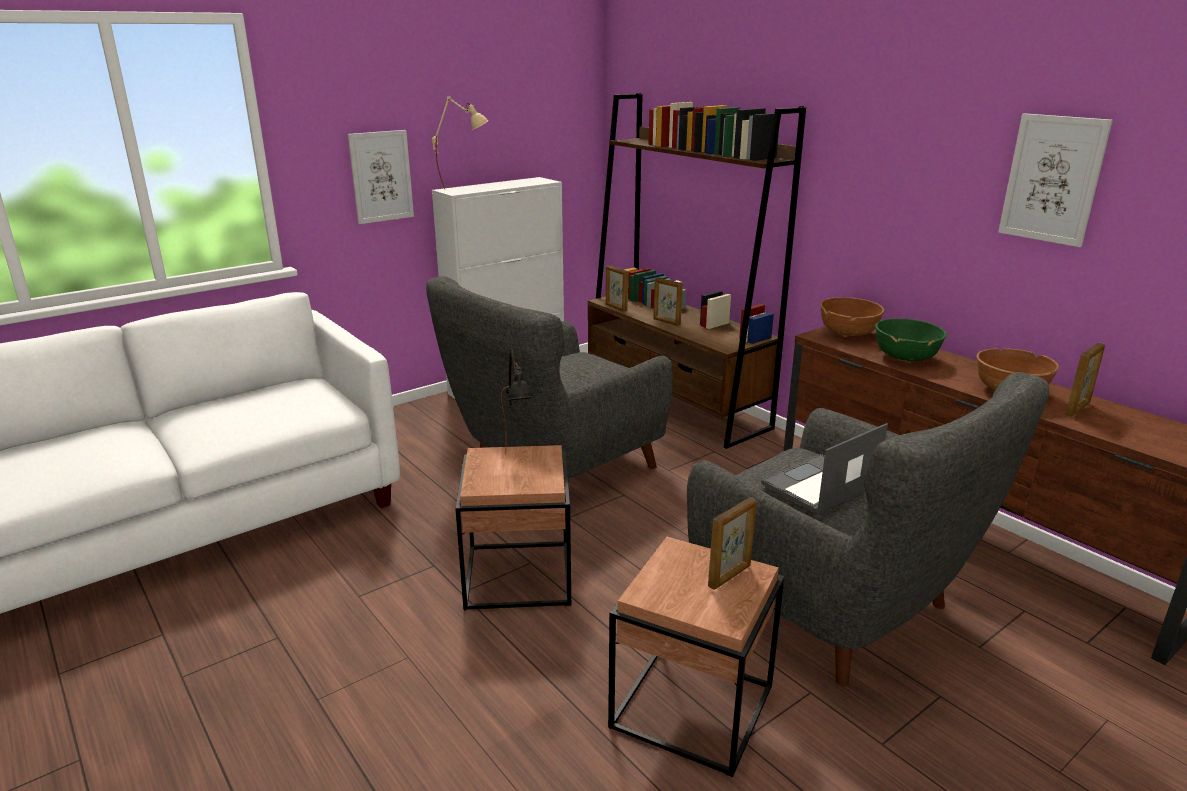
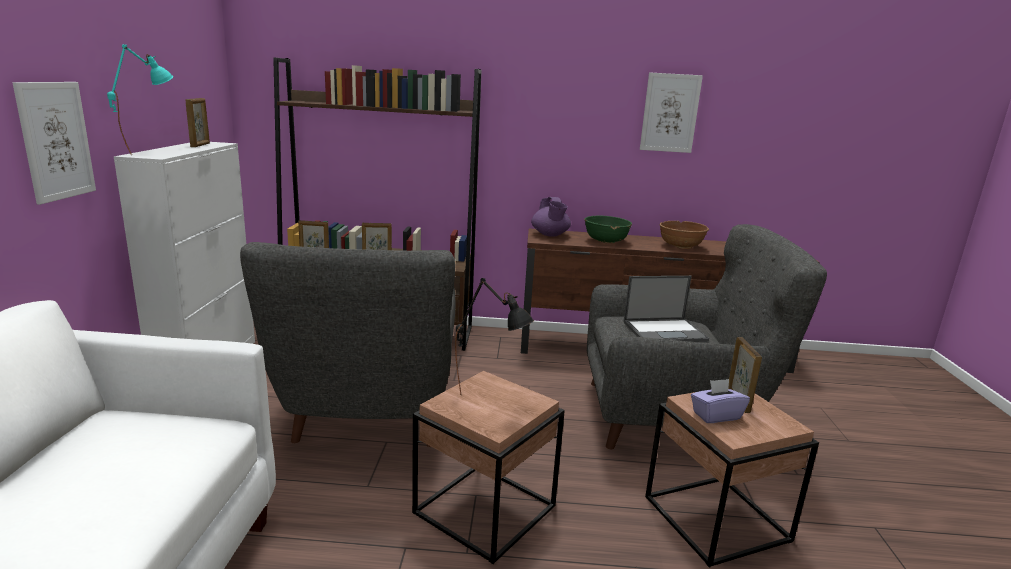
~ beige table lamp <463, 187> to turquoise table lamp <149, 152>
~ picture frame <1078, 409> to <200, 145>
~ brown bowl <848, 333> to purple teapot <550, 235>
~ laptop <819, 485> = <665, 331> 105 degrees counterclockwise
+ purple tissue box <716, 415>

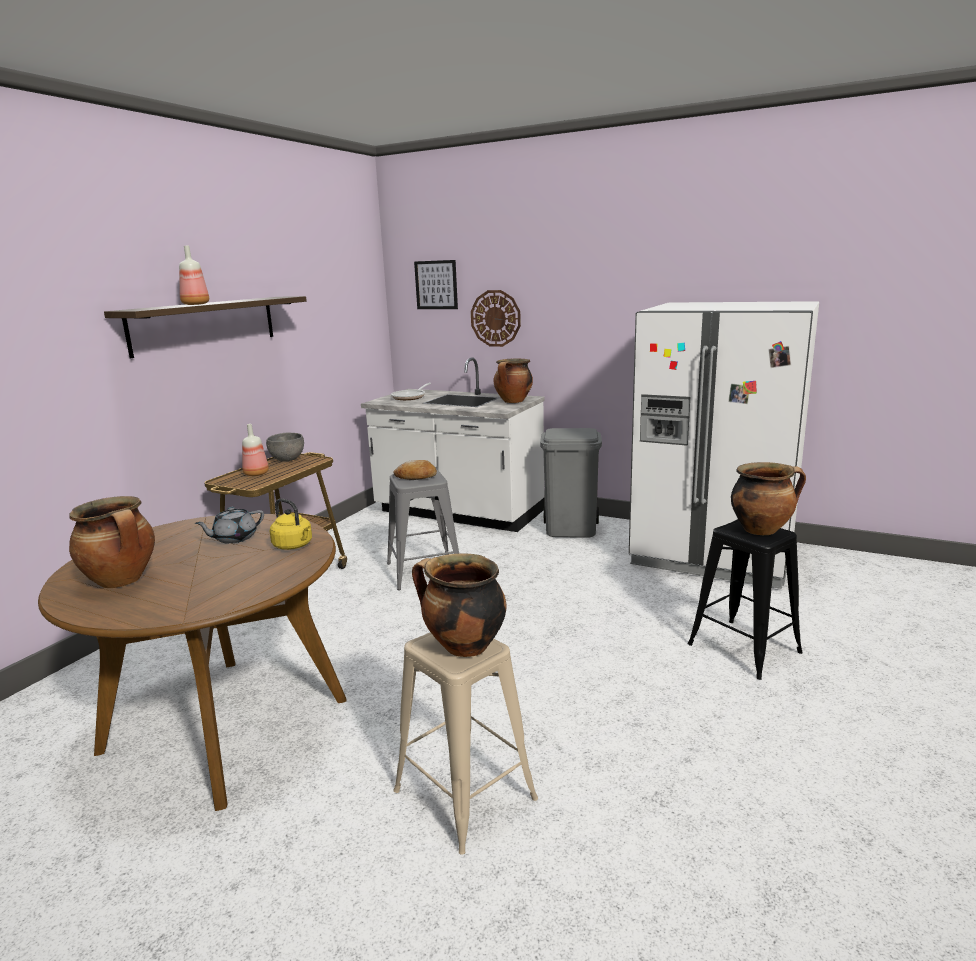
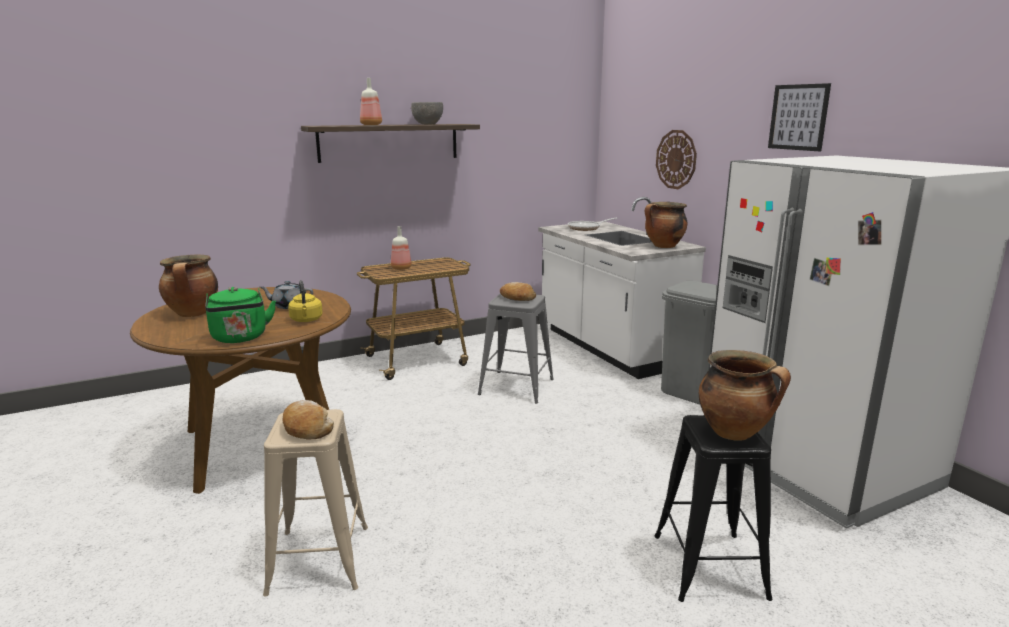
+ green kettle <240, 338>
~ cooking pot <463, 647> to bread <307, 428>
~ grey bowl <287, 460> to <427, 124>
~ picture <436, 285> to <798, 117>

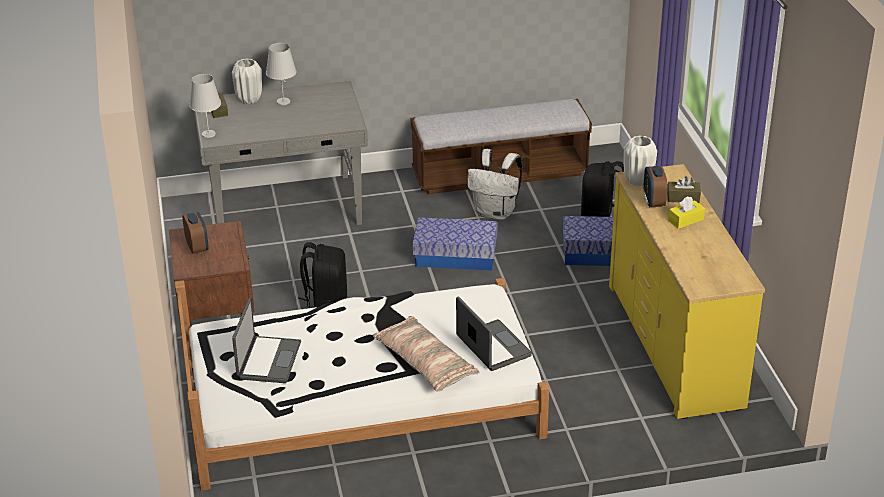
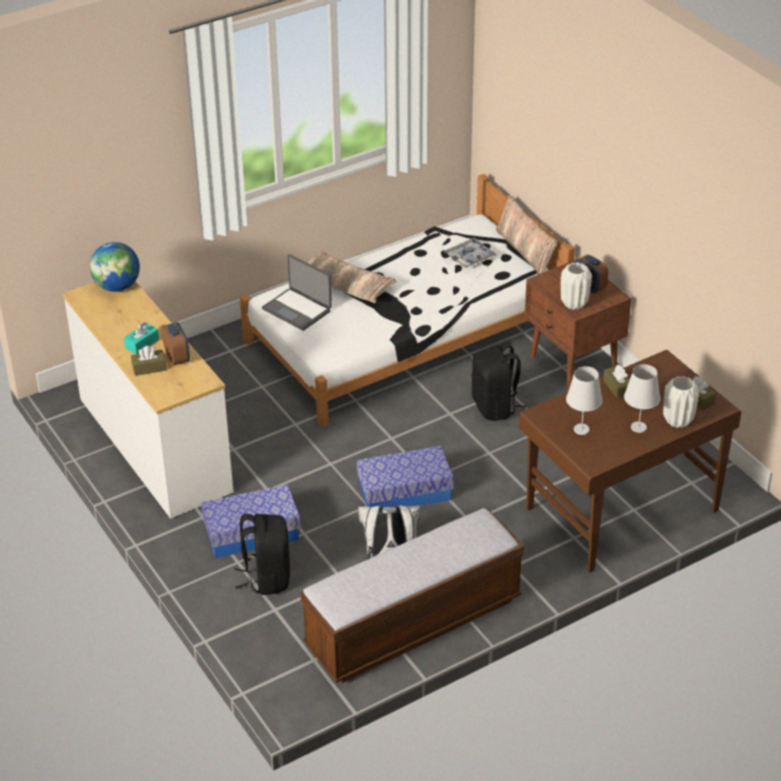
~ yellow dresser <675, 344> to white dresser <154, 445>
+ globe <117, 287>
~ yellow tissue box <685, 220> to turquoise tissue box <142, 344>
~ laptop <268, 360> to tray <469, 257>
+ pillow <525, 252>
~ grey desk <287, 209> to brown desk <620, 509>
~ white vase <638, 181> to <573, 304>
~ white table lamp <208, 134> to <581, 429>
+ brown tissue box <617, 387>

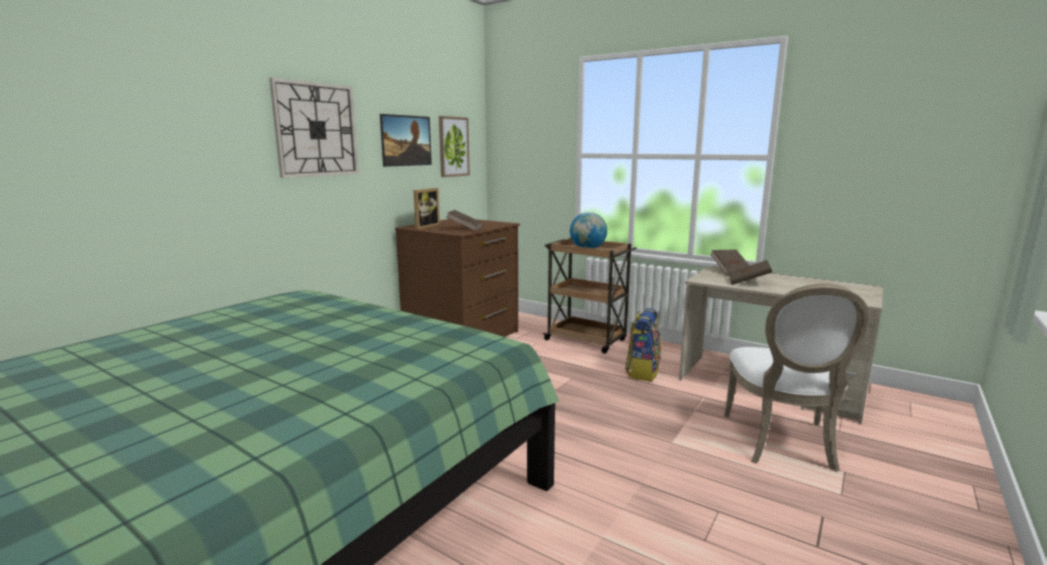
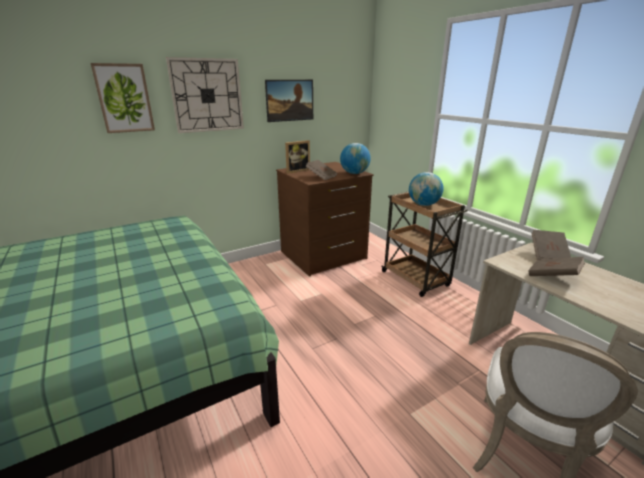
~ picture <453, 146> to <124, 98>
+ globe <354, 173>
- backpack <642, 372>

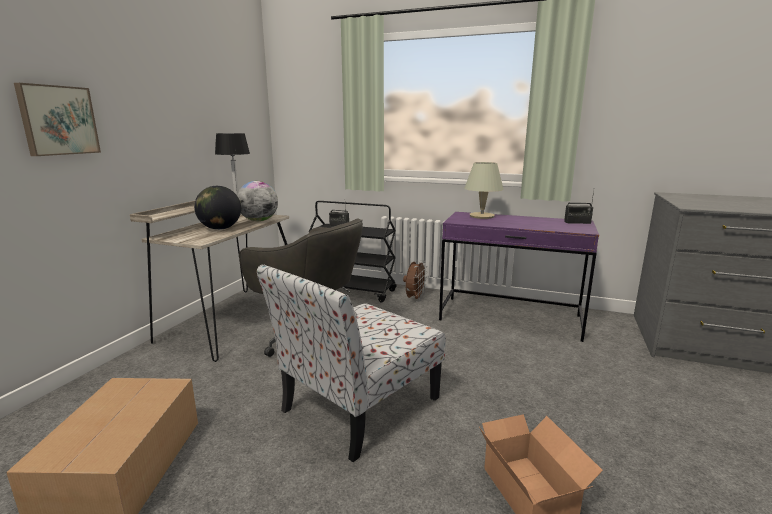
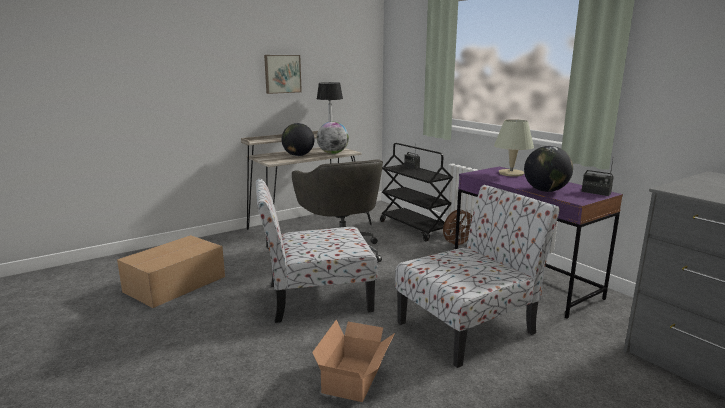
~ picture <58, 120> to <282, 74>
+ chair <468, 327>
+ globe <545, 191>

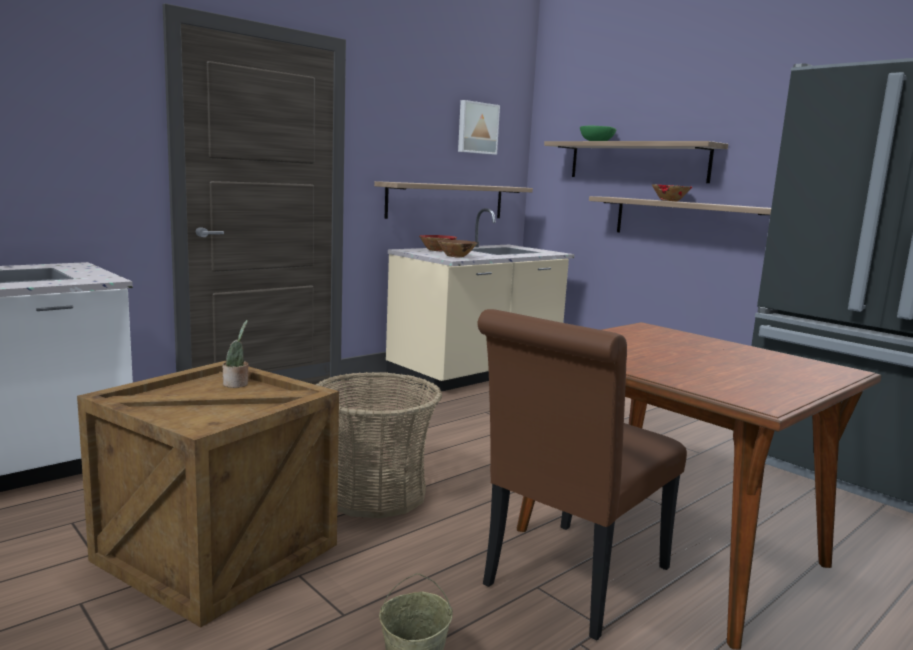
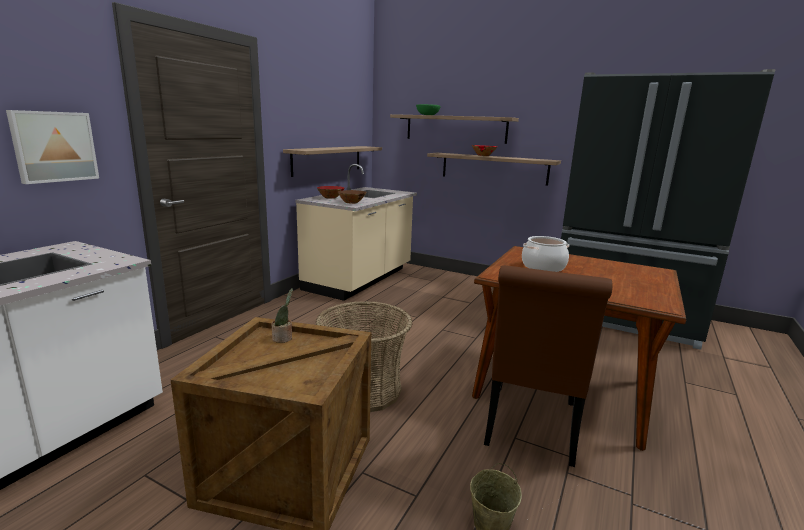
~ picture <477, 128> to <54, 146>
+ cooking pot <543, 267>

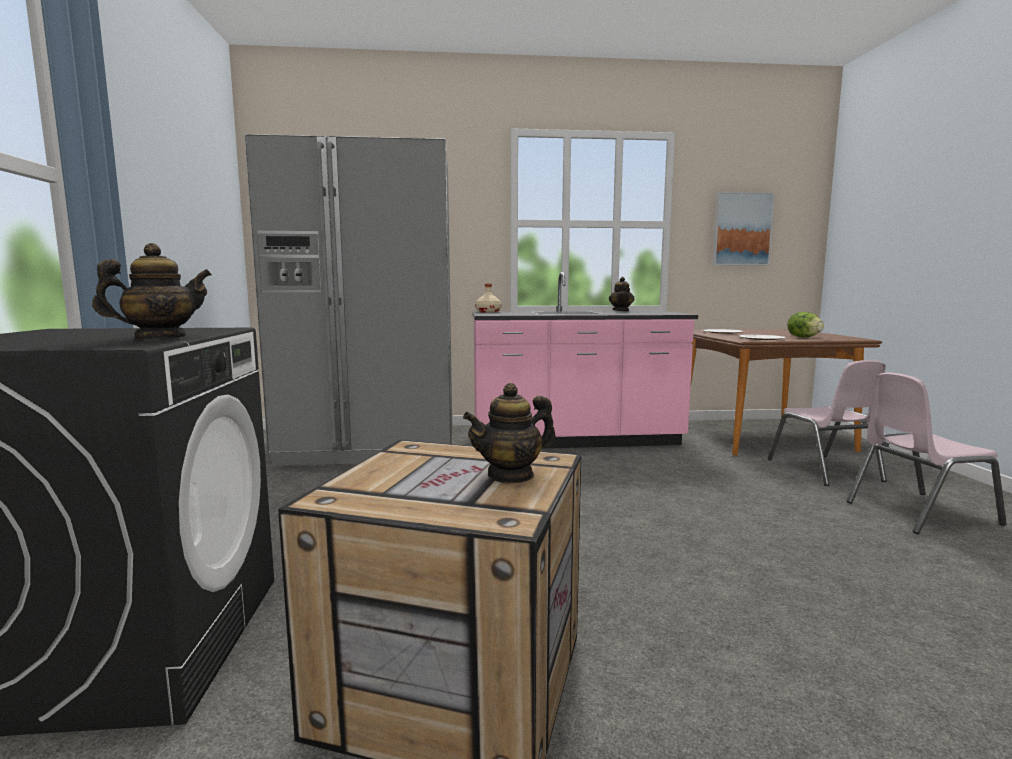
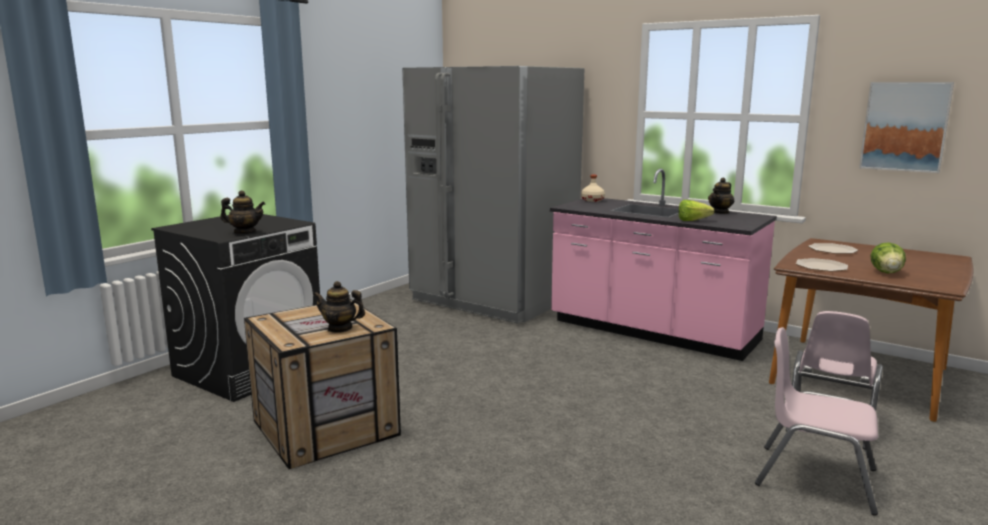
+ lettuce <696, 221>

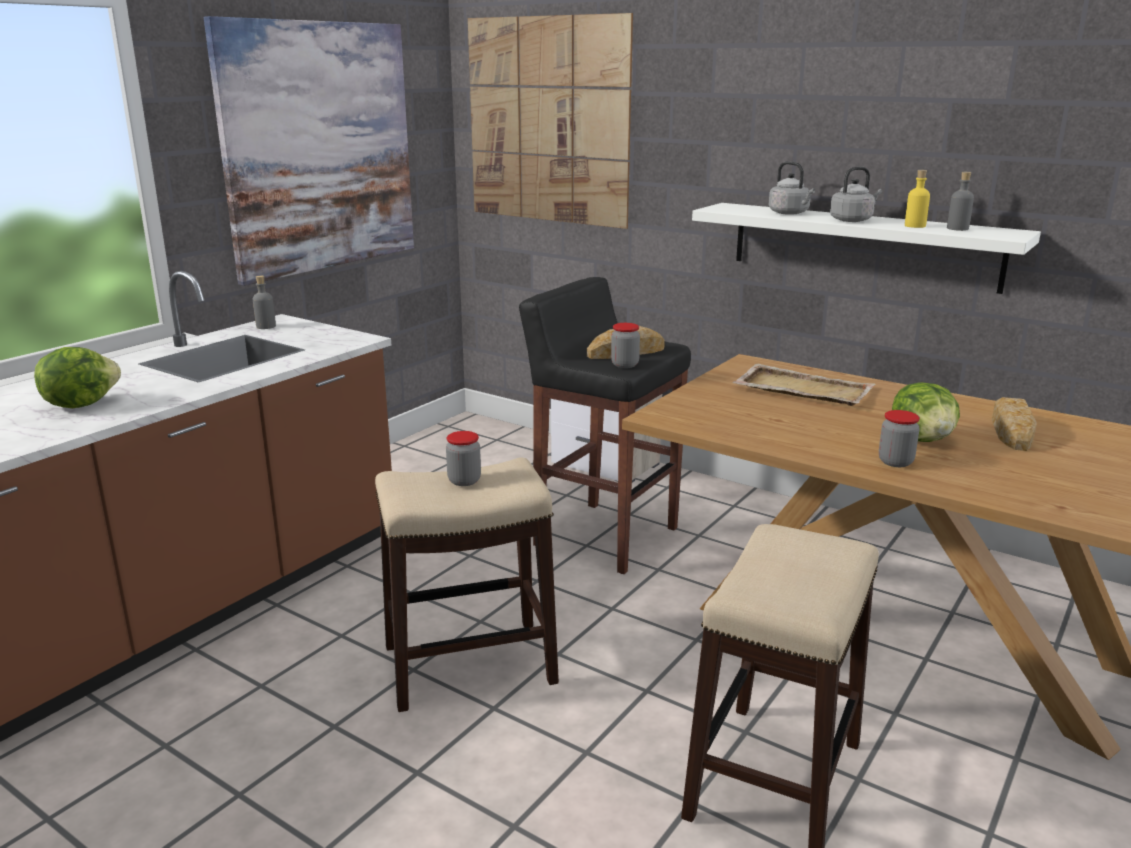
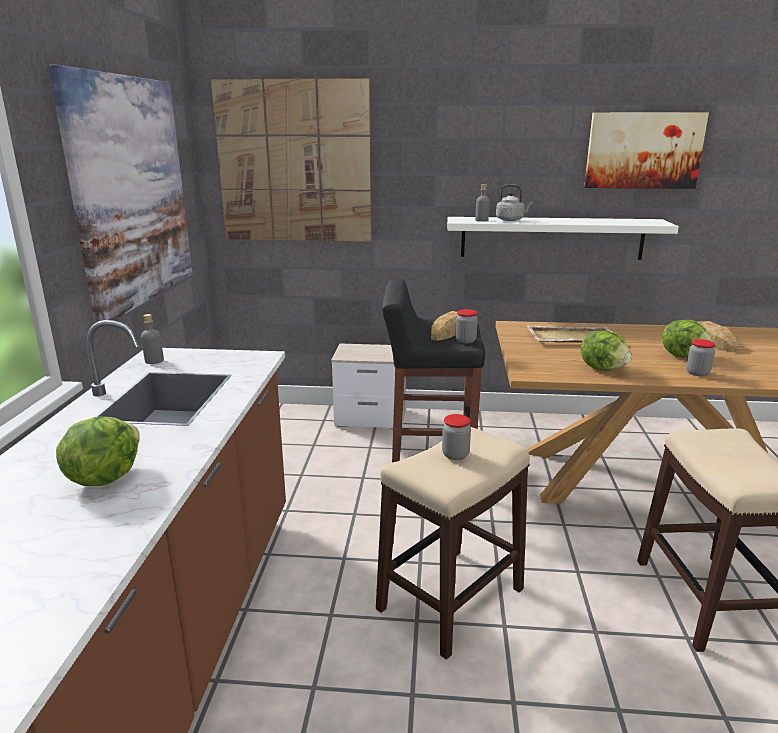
~ grey bottle <957, 228> to <481, 220>
+ lettuce <603, 368>
+ picture <643, 151>
- grey kettle <853, 220>
- yellow bottle <915, 226>

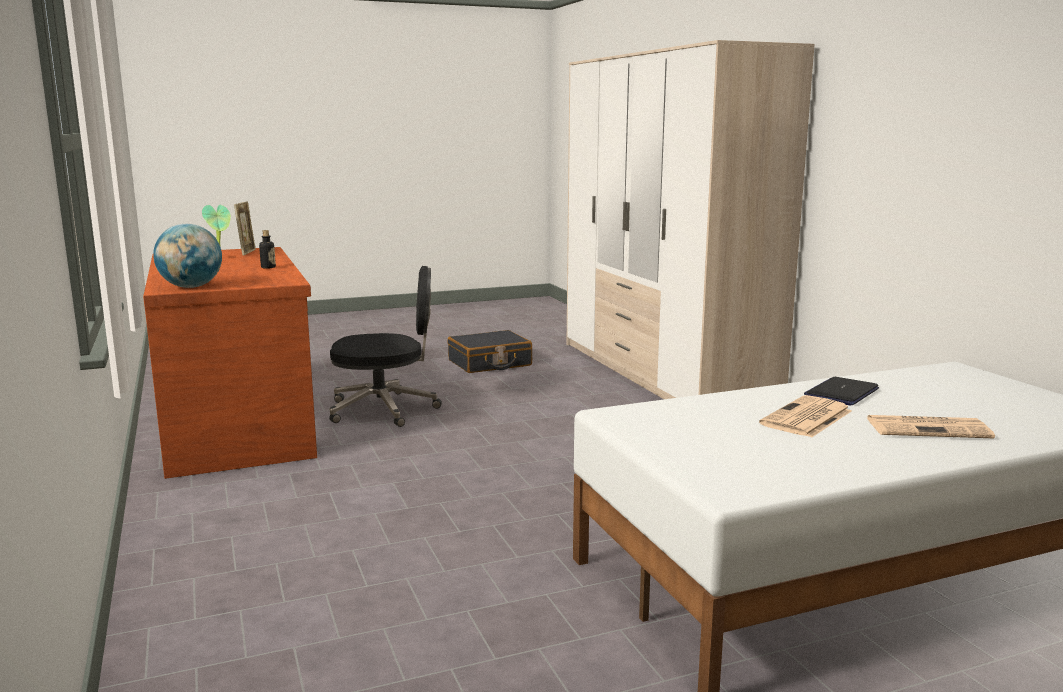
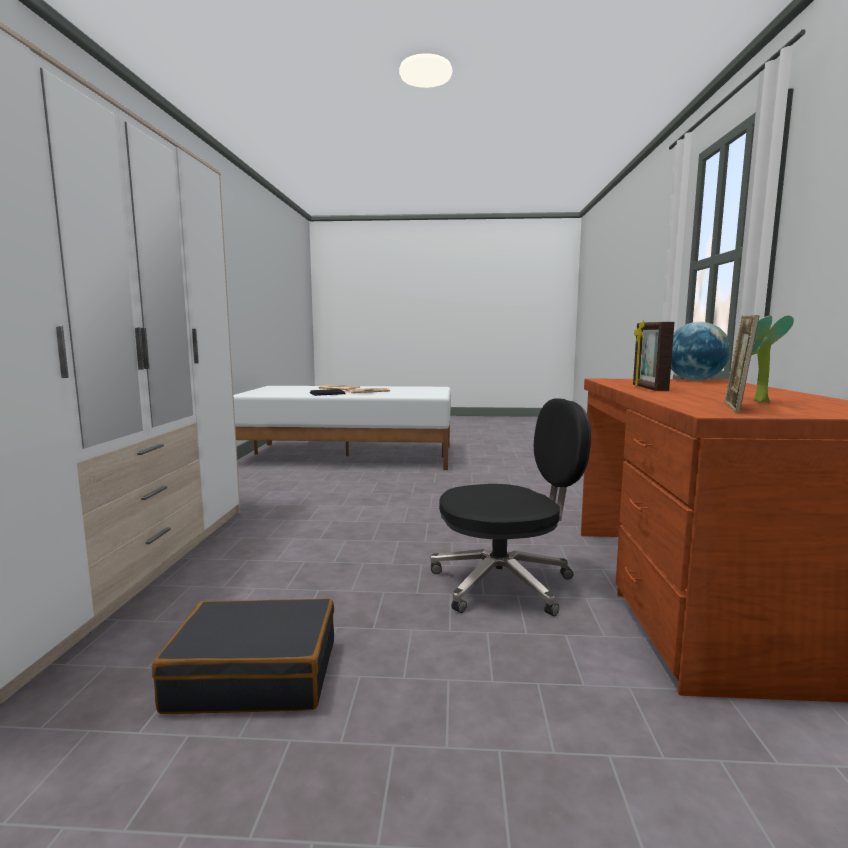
~ black office chair <385, 409> = <505, 583> 150 degrees clockwise
~ bottle <268, 267> to picture frame <648, 388>

